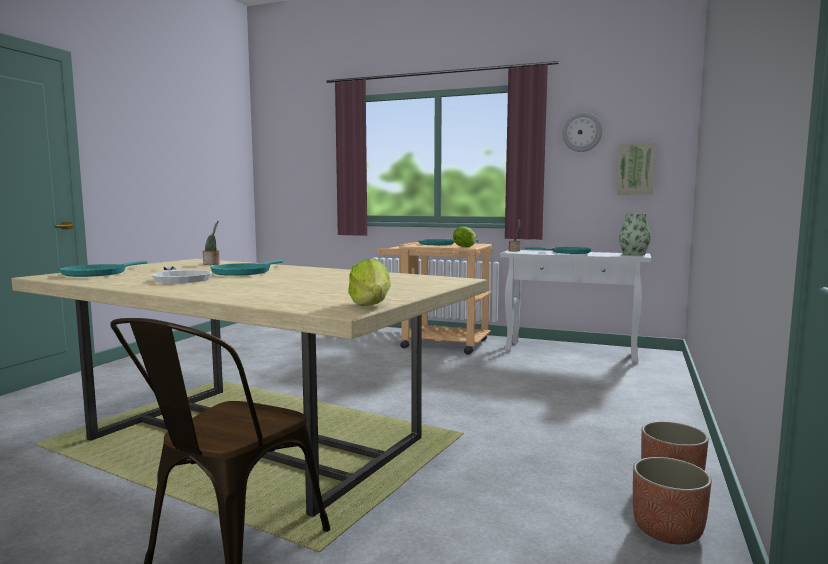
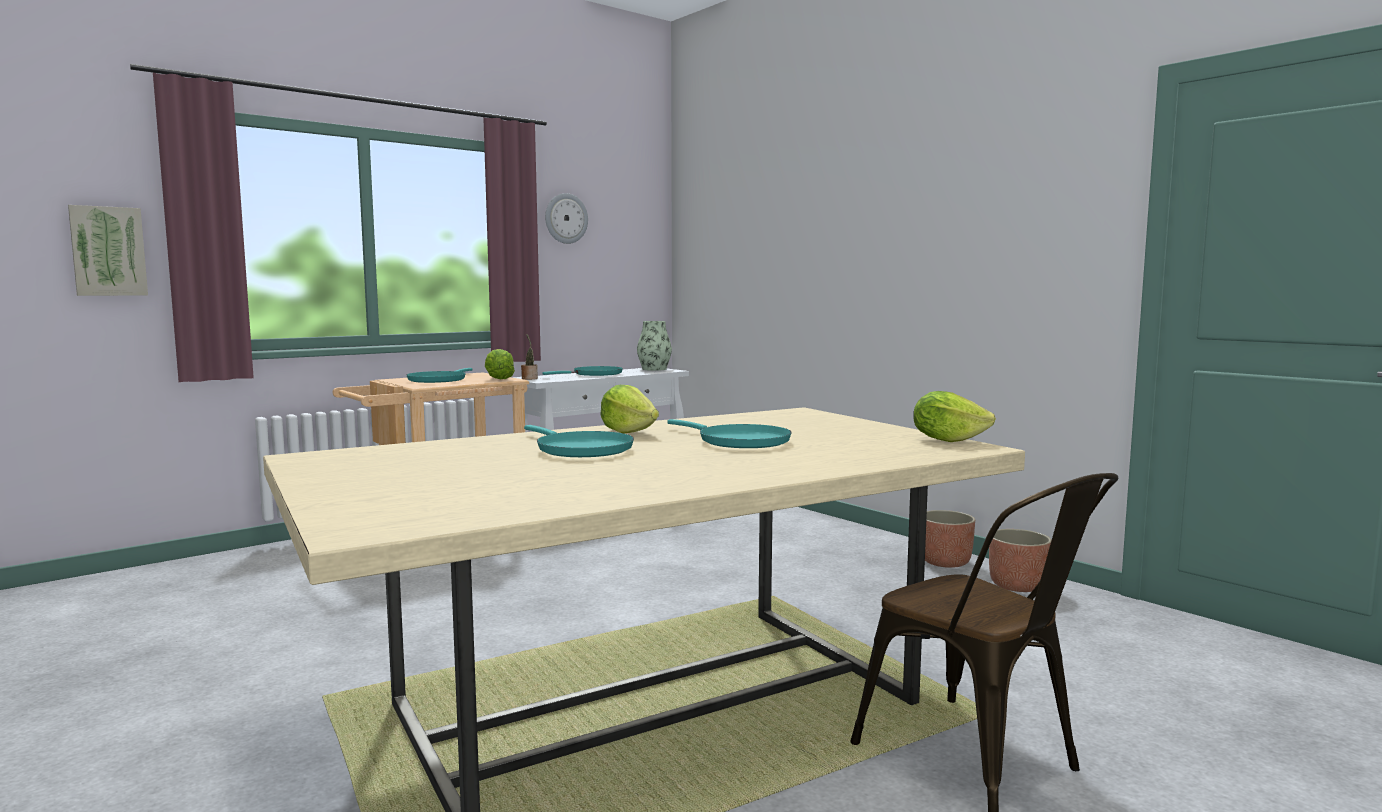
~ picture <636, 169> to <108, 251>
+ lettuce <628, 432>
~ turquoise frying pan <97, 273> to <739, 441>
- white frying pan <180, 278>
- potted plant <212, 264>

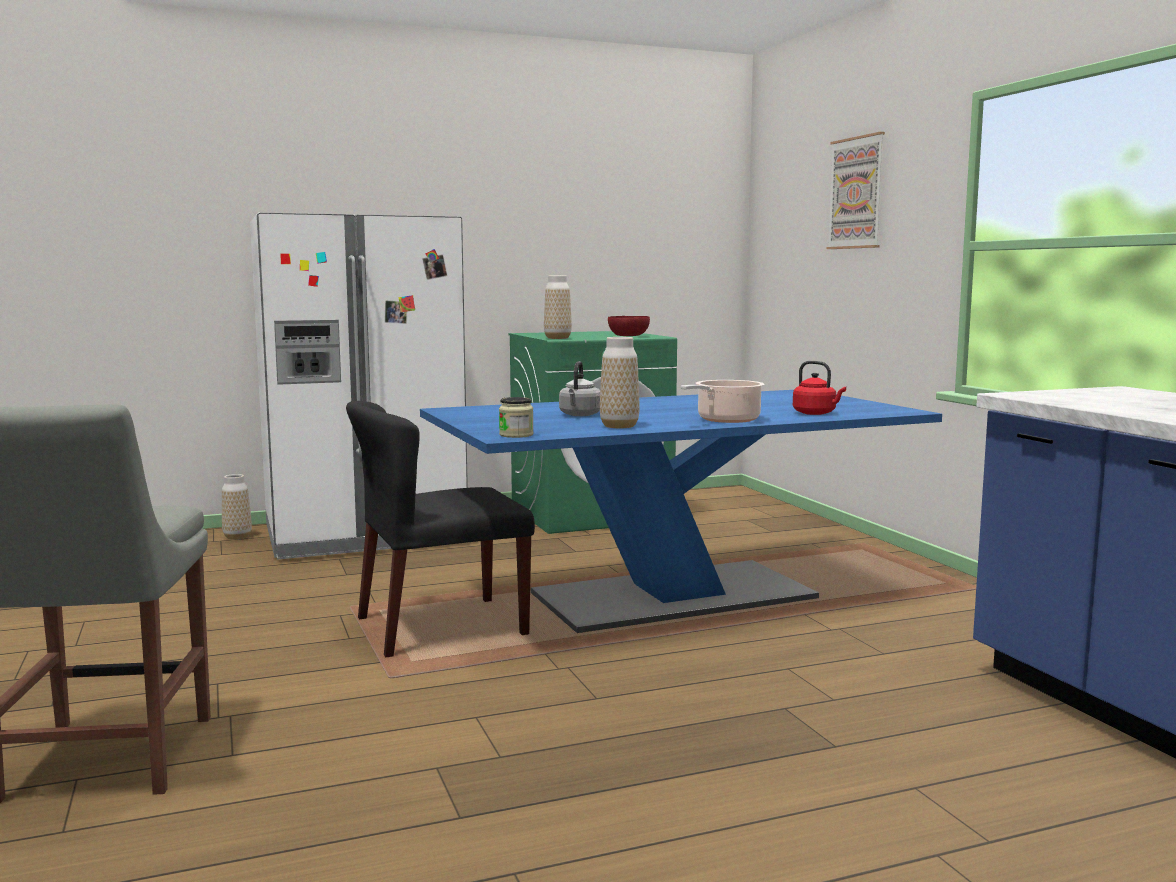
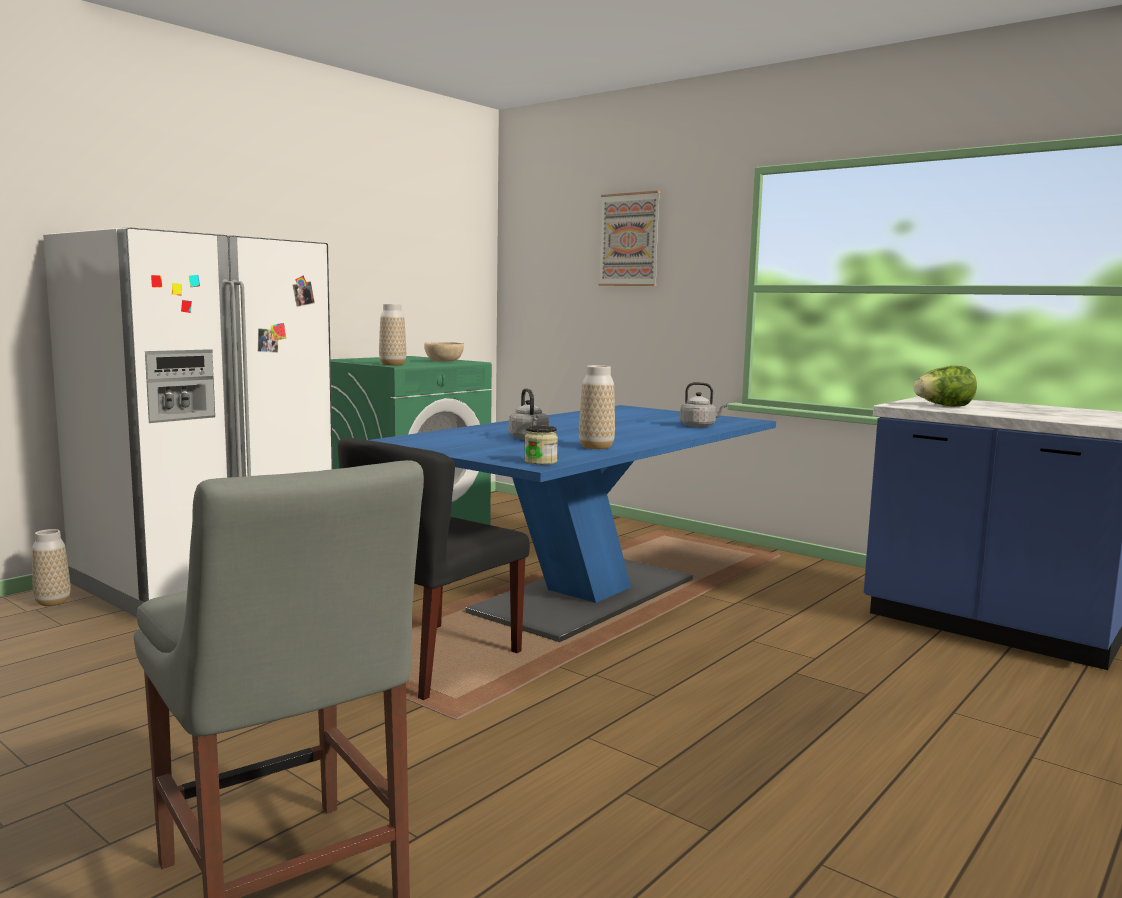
~ red bowl <629, 336> to beige bowl <444, 361>
~ red kettle <816, 413> to grey kettle <699, 426>
+ lettuce <943, 406>
- cooking pot <725, 420>

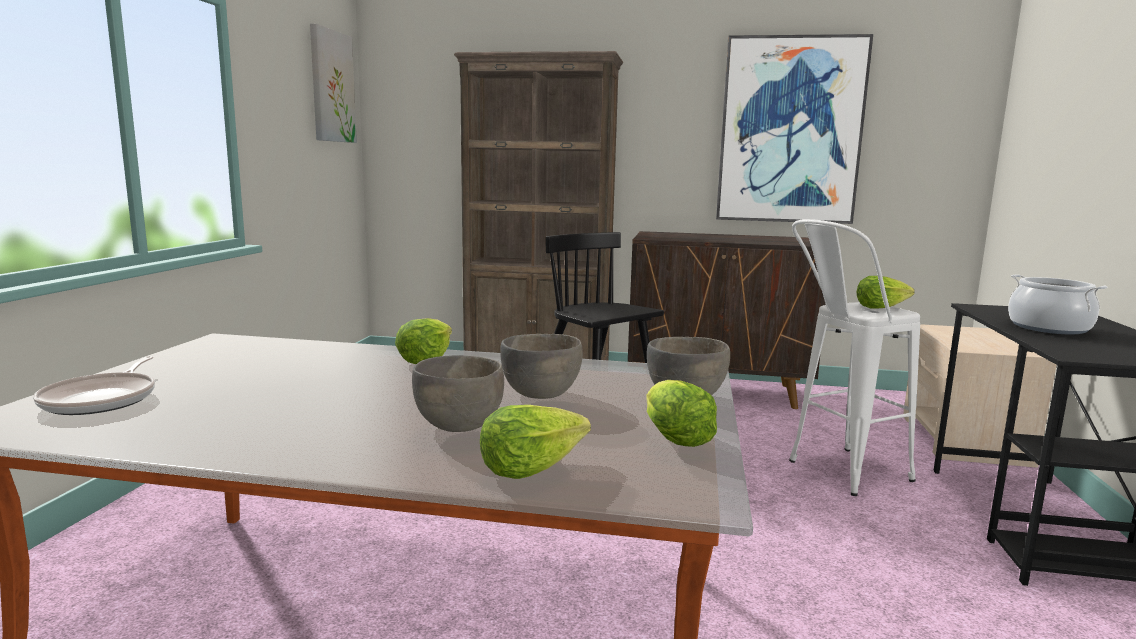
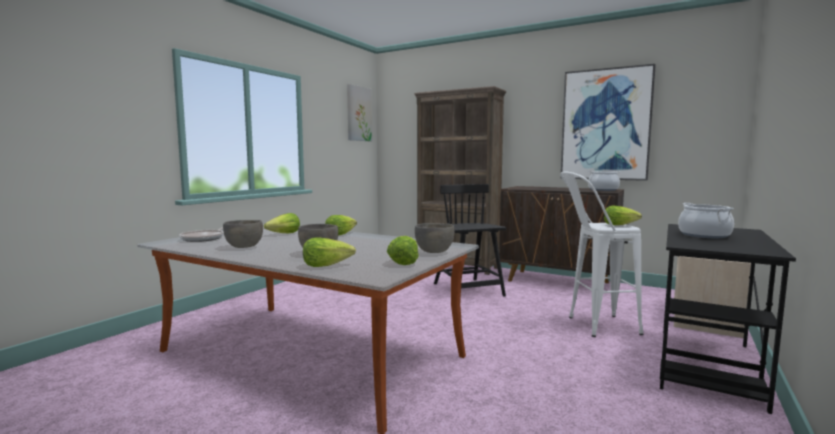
~ grey bowl <541, 395> to <244, 247>
+ lettuce <284, 234>
+ cooking pot <603, 190>

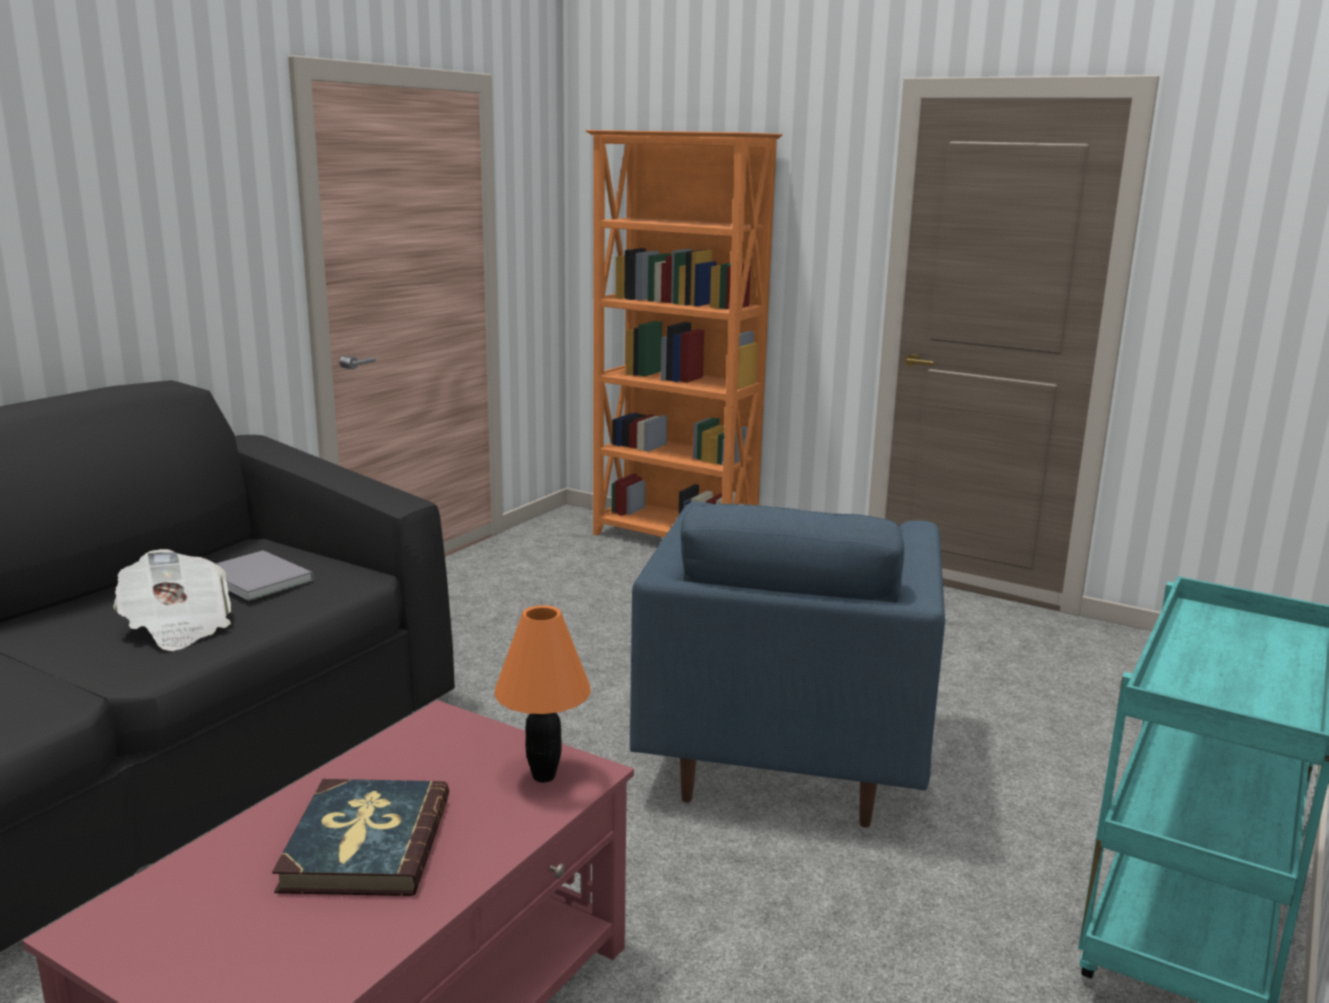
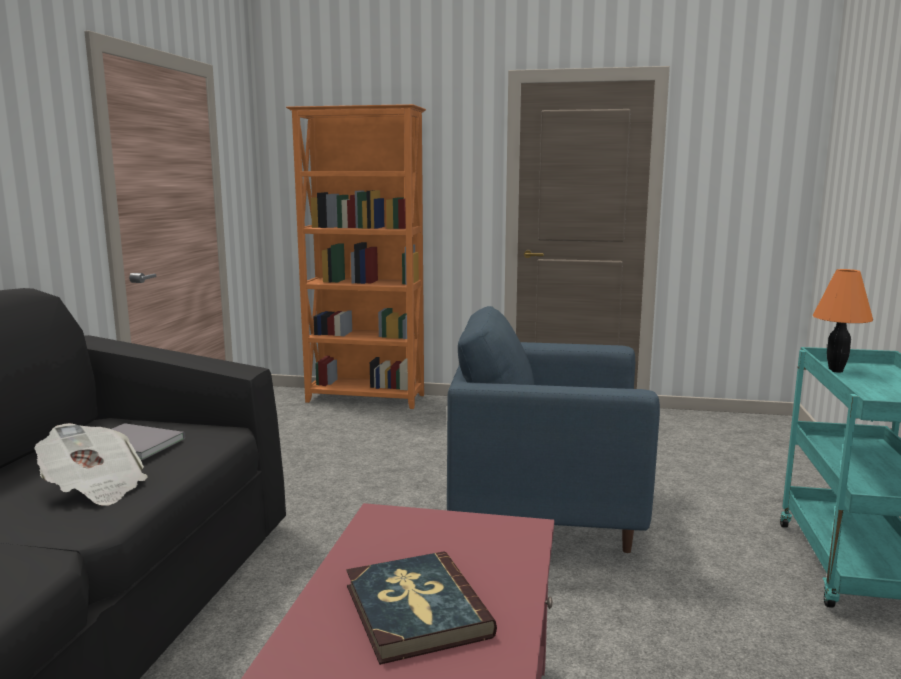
~ blue armchair <785, 756> = <547, 517> 105 degrees clockwise
~ orange table lamp <545, 776> to <836, 370>

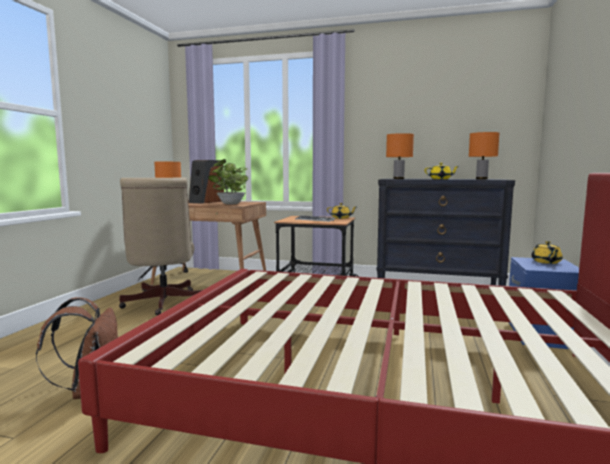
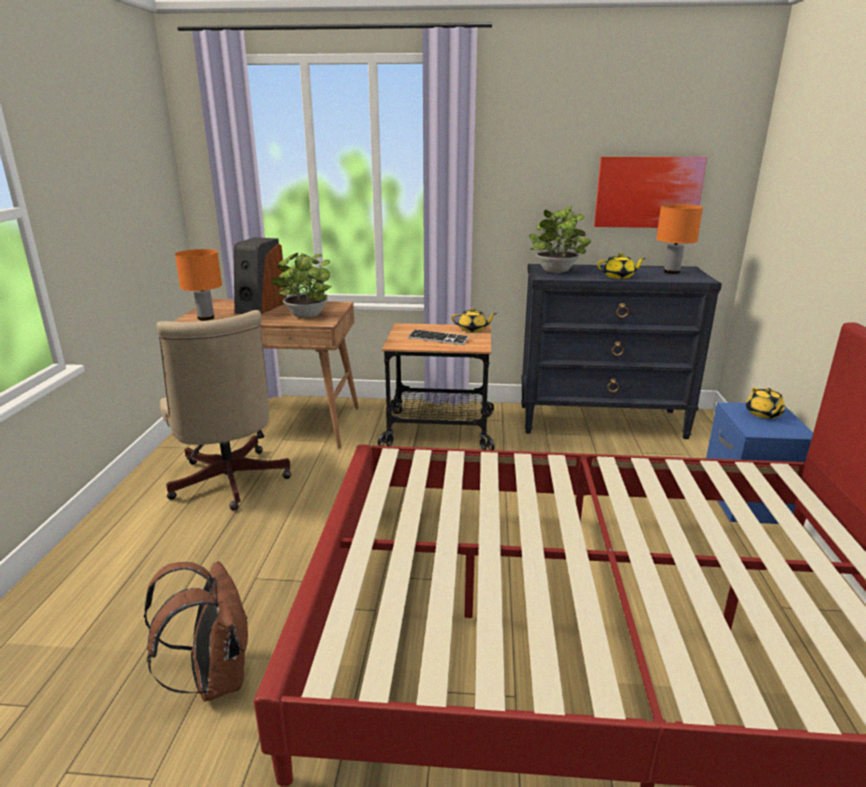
~ orange table lamp <398, 178> to potted plant <556, 271>
+ picture <648, 192>

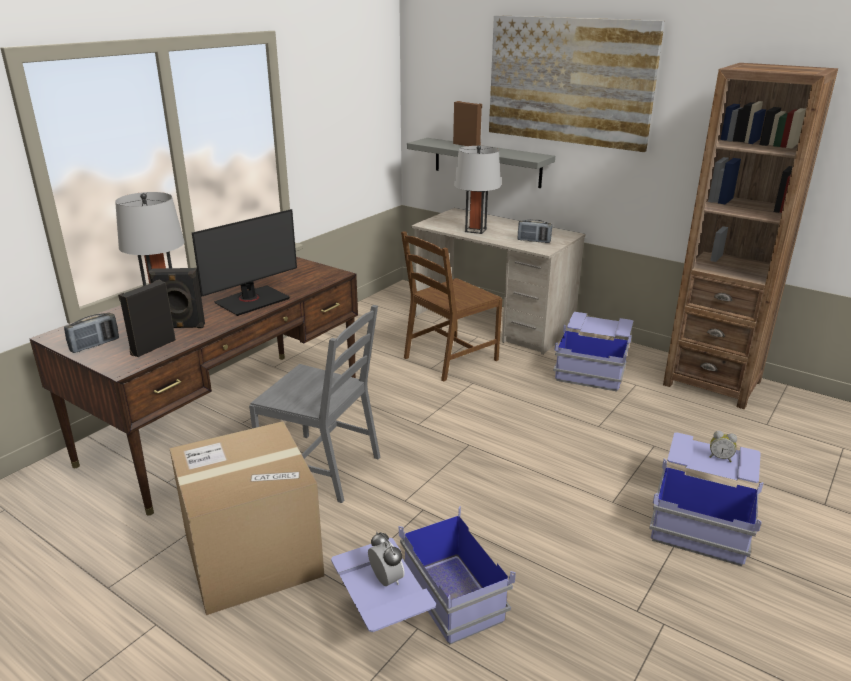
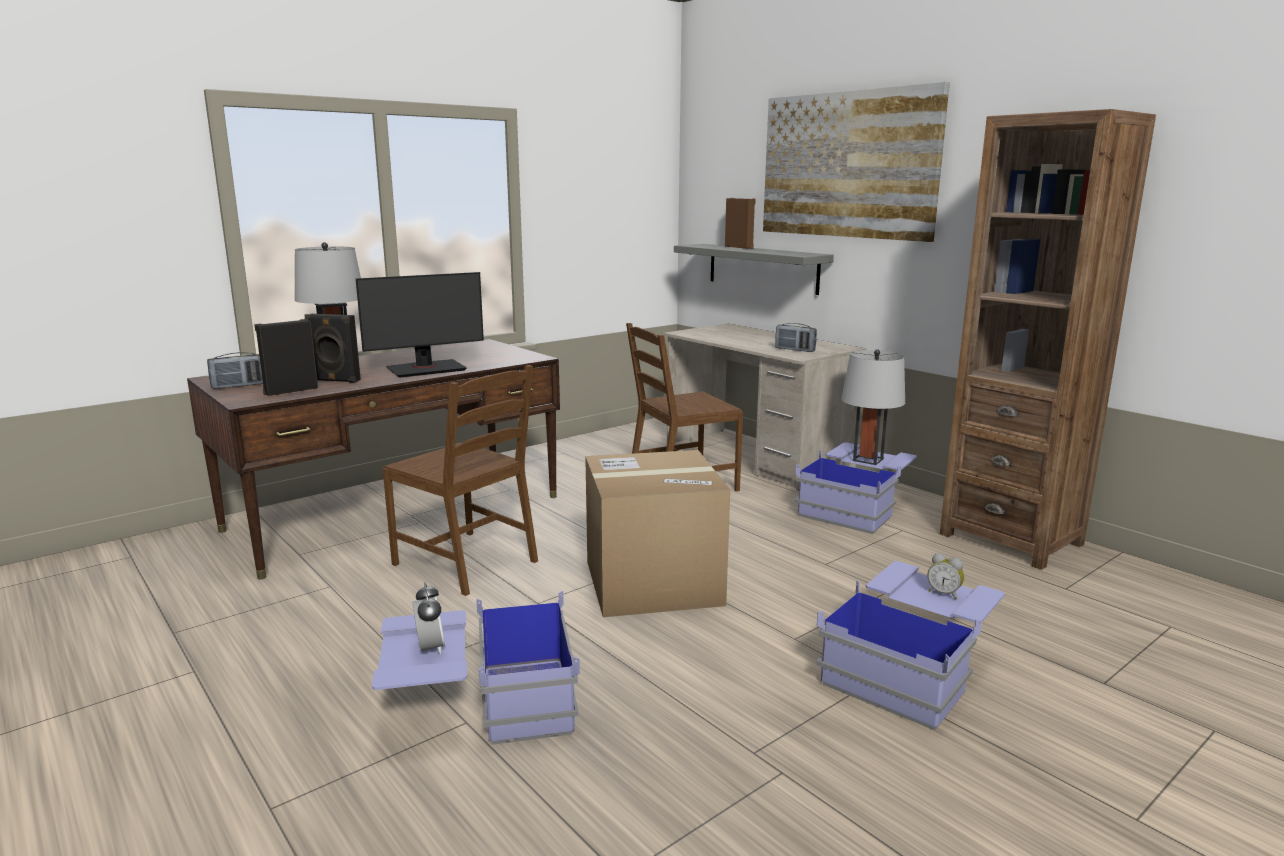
~ grey chair <322, 467> to brown chair <467, 562>
~ cardboard box <253, 556> to <653, 583>
~ grey table lamp <475, 230> to <868, 459>

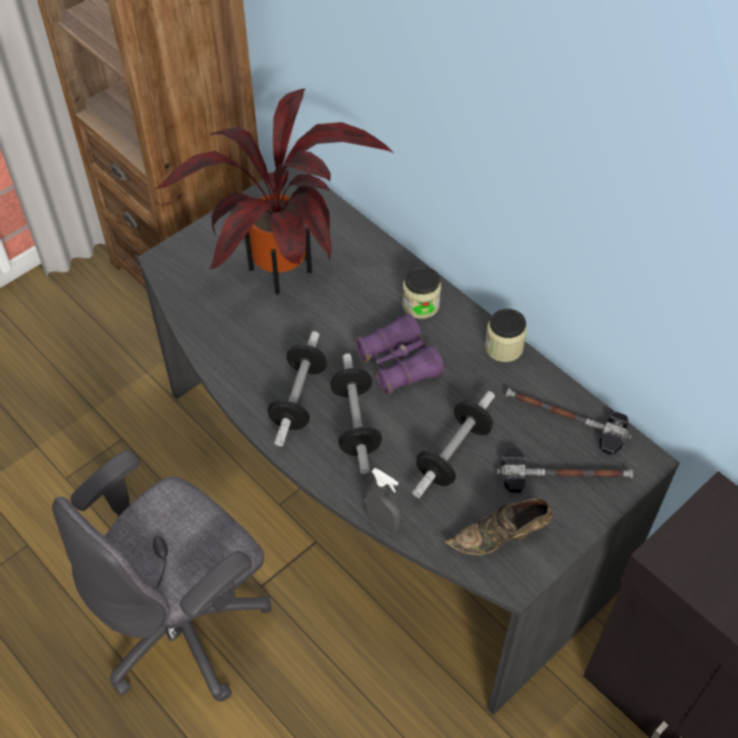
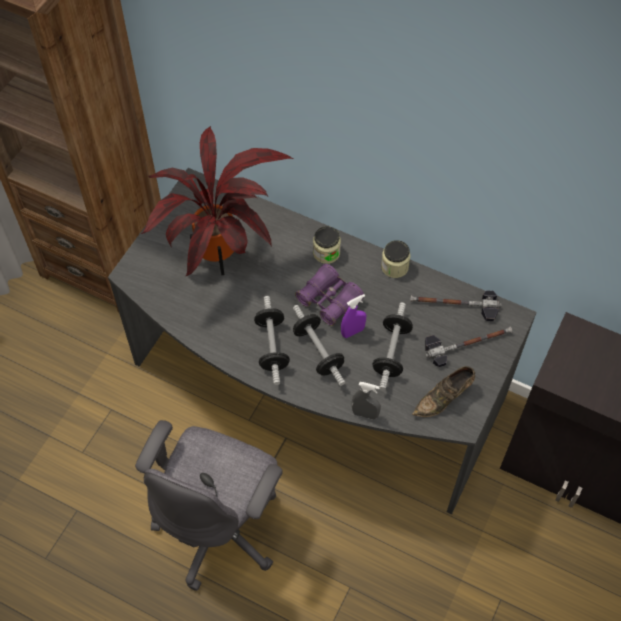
+ purple spray bottle <353, 331>

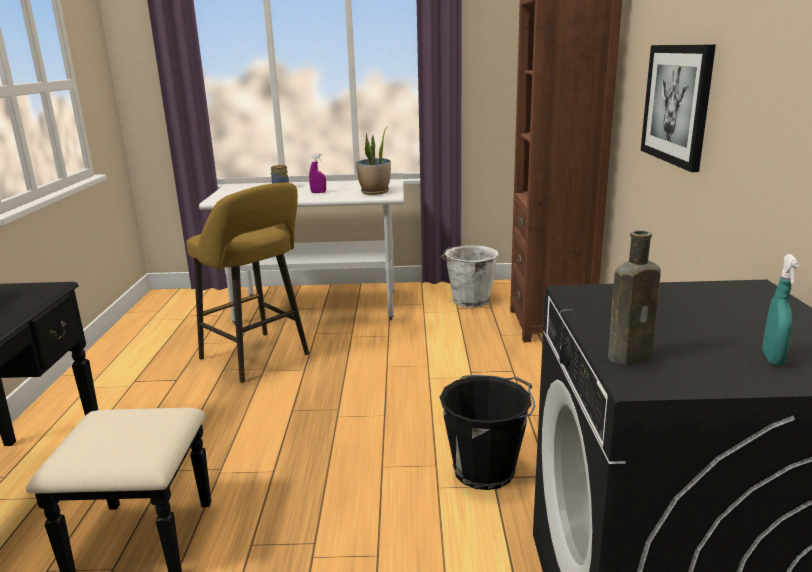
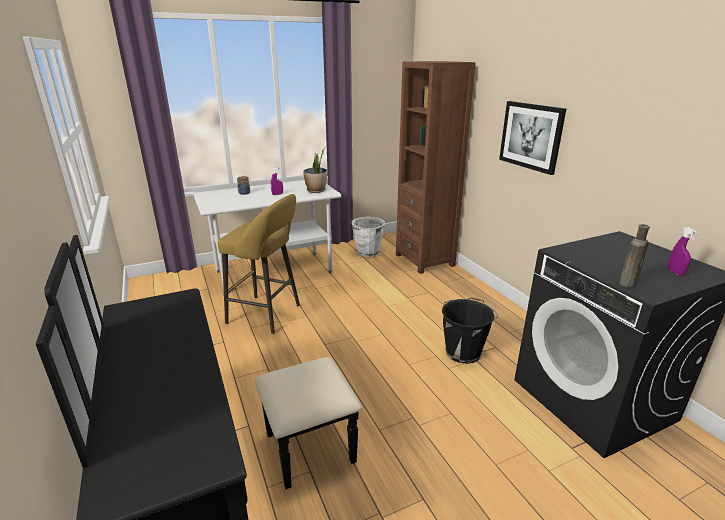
~ turquoise spray bottle <772, 358> to purple spray bottle <675, 272>

